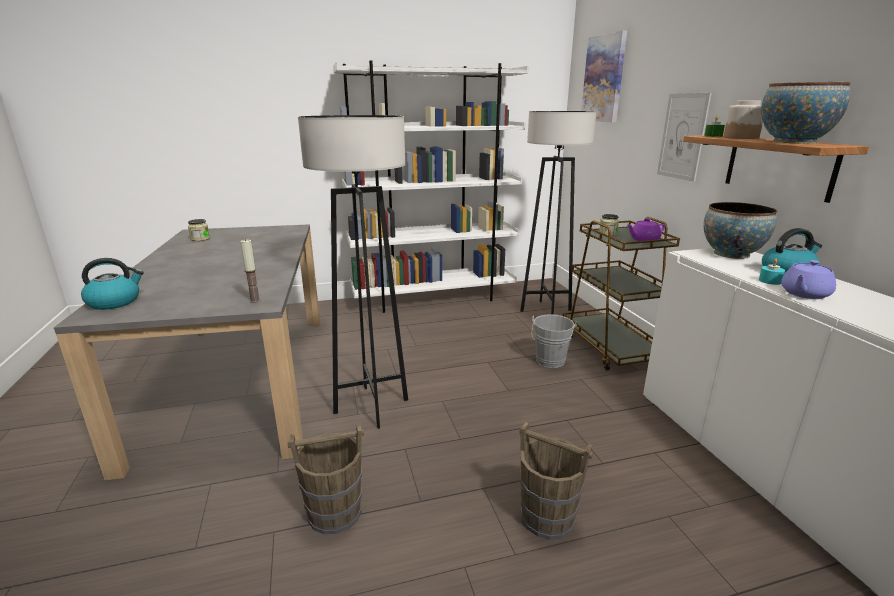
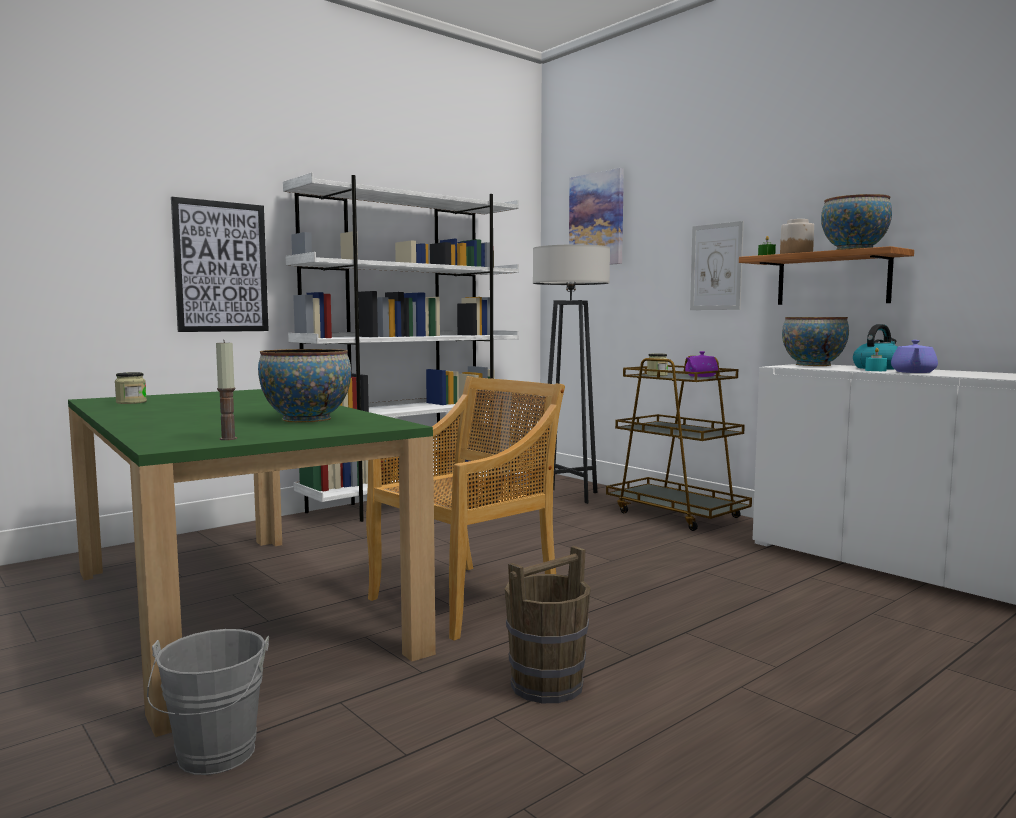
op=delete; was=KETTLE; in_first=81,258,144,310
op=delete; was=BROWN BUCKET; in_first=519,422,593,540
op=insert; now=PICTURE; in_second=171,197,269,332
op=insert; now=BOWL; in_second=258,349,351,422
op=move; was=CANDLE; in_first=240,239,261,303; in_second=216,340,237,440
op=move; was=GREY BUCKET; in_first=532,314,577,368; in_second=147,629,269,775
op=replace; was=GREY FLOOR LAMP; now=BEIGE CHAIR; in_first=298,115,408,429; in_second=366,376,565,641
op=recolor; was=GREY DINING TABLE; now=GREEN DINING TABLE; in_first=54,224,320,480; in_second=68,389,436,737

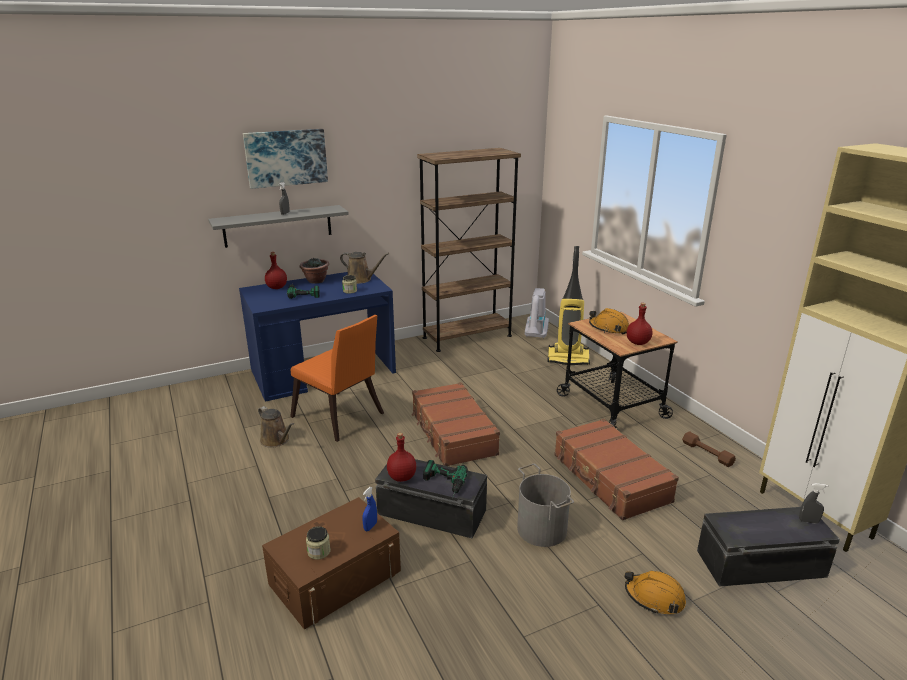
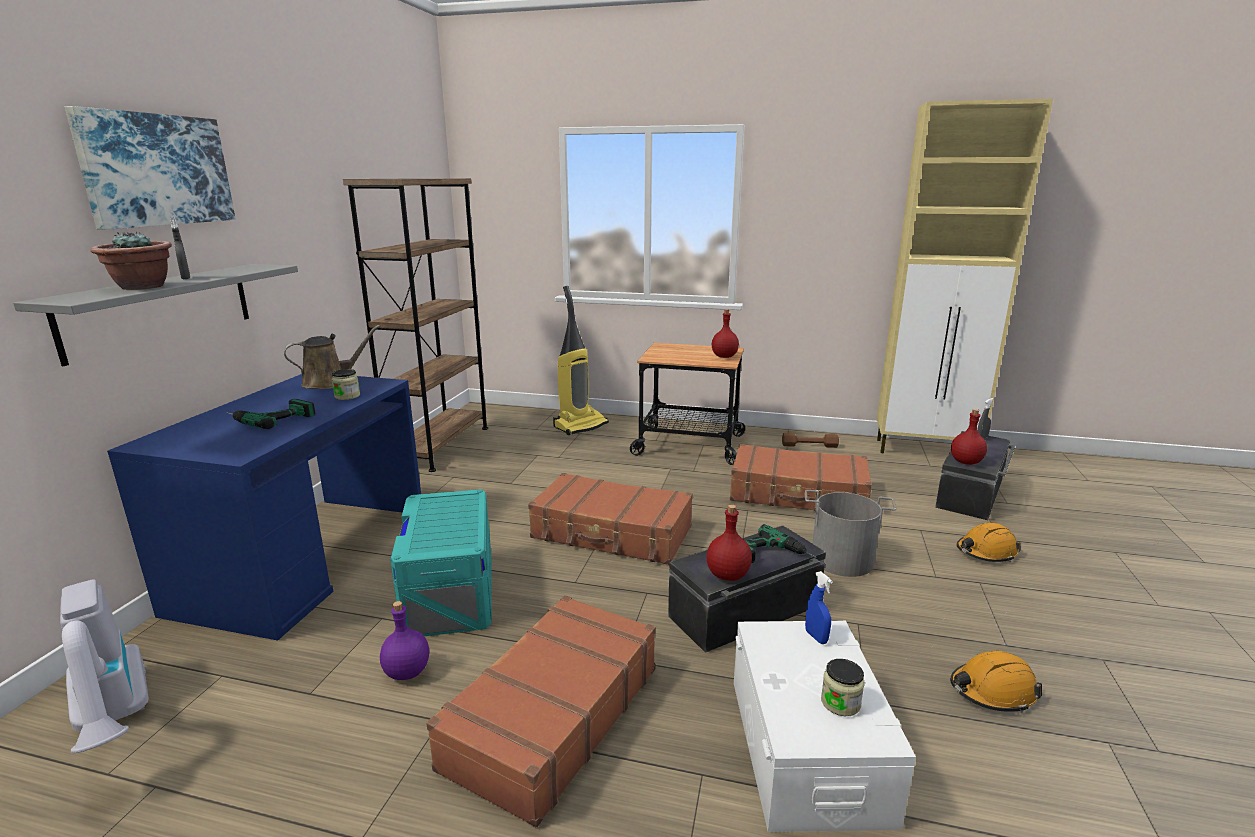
op=insert; now=BROWN SUITCASE; in_second=426,595,656,827
op=move; was=RED BOTTLE; in_first=265,252,287,289; in_second=951,409,987,465
op=move; was=POTTED PLANT; in_first=299,258,329,284; in_second=90,232,172,290
op=move; was=VACUUM CLEANER; in_first=525,288,549,338; in_second=60,579,149,753
op=move; was=ORANGE HARD HAT; in_first=589,308,629,334; in_second=950,651,1042,713
op=replace; was=BROWN WATERING CAN; now=PURPLE BOTTLE; in_first=258,406,294,448; in_second=380,601,429,680
op=replace; was=ORANGE CHAIR; now=TURQUOISE STORAGE BOX; in_first=290,315,384,442; in_second=391,489,492,636
op=recolor; was=BROWN STORAGE BOX; now=WHITE STORAGE BOX; in_first=262,497,401,630; in_second=734,621,916,832

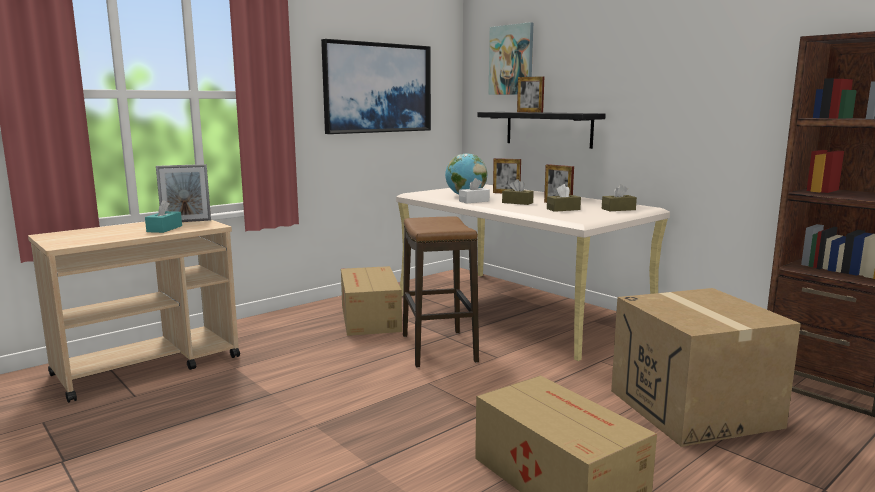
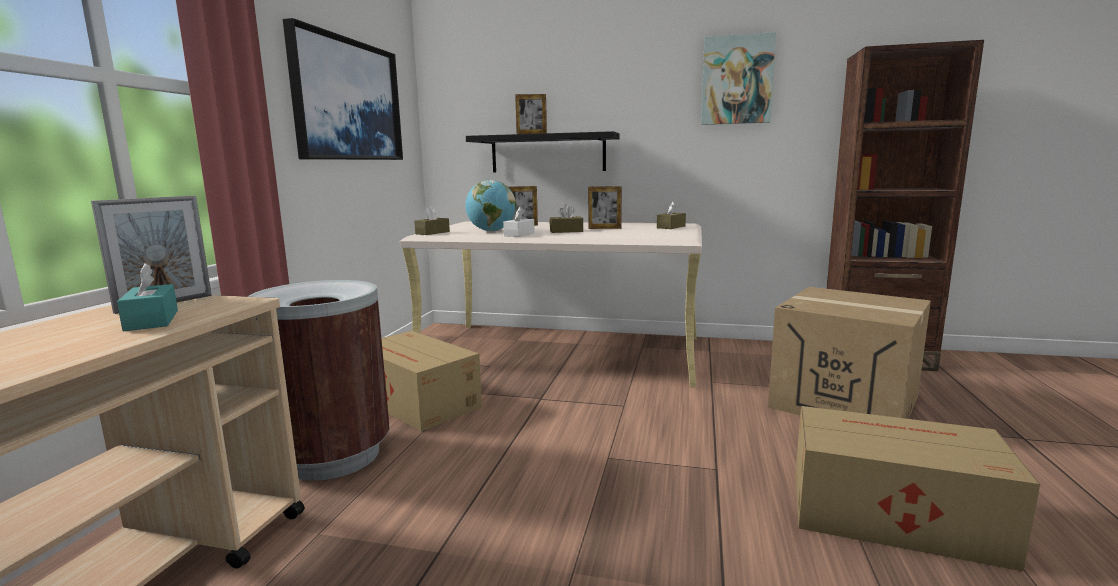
op=delete; was=STOOL; in_first=403,217,479,367
op=insert; now=BROWN TRASH CAN; in_second=247,280,390,481
op=move; was=PICTURE; in_first=489,22,533,95; in_second=701,32,776,125
op=move; was=BROWN TISSUE BOX; in_first=547,184,581,212; in_second=414,206,450,235

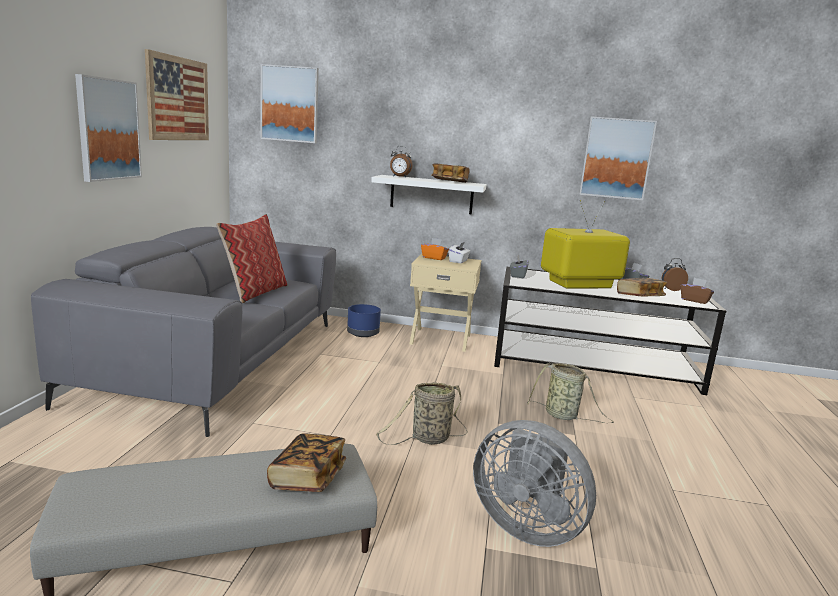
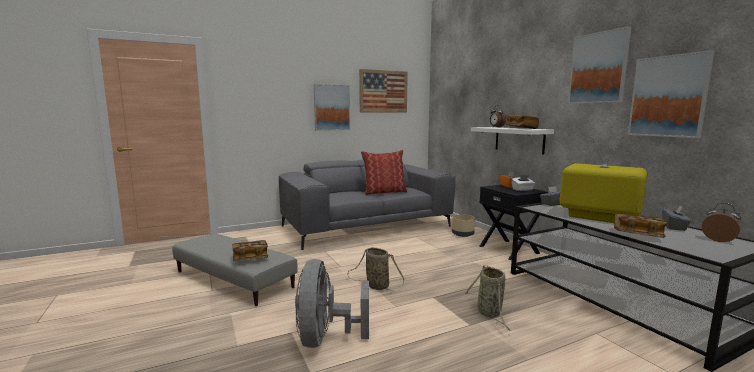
op=delete; was=BROWN TISSUE BOX; in_first=681,278,714,304
op=move; was=PICTURE; in_first=261,64,319,143; in_second=568,26,631,104
op=recolor; was=BLUE PLANTER; now=BEIGE PLANTER; in_first=347,304,381,337; in_second=452,214,475,237
op=recolor; was=BEIGE NIGHTSTAND; now=BLACK NIGHTSTAND; in_first=409,254,481,352; in_second=479,185,548,260

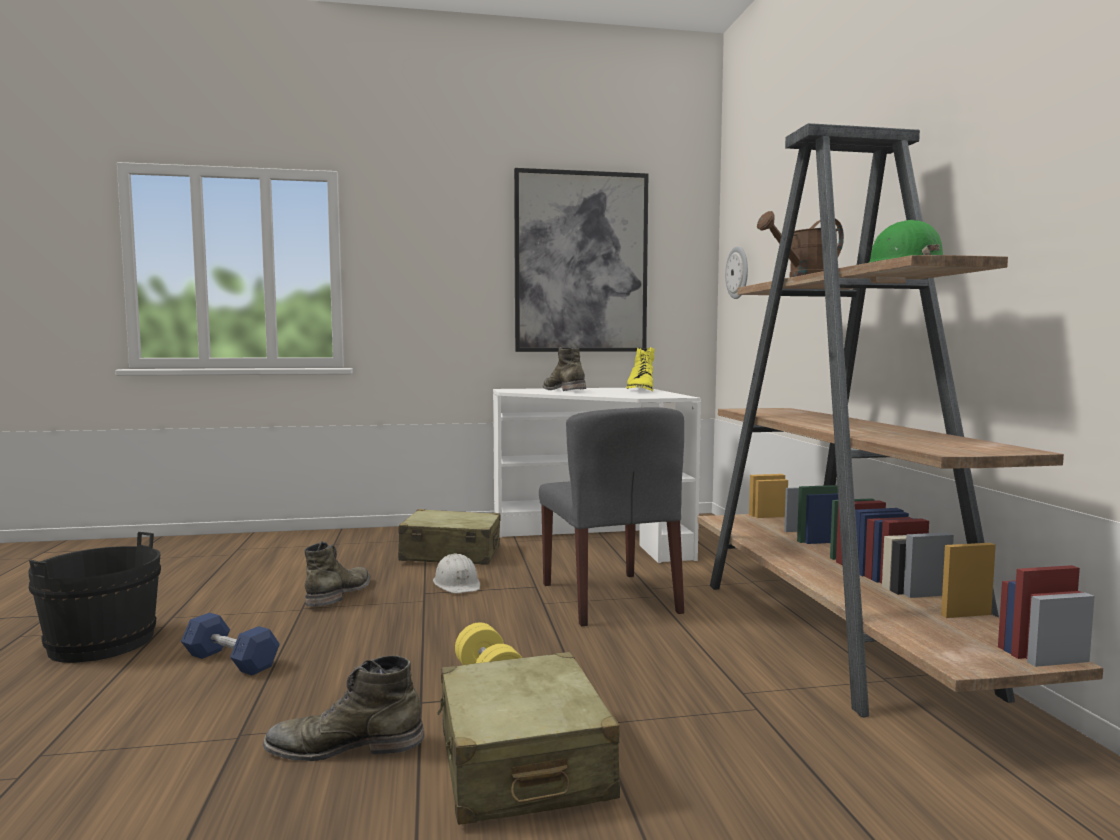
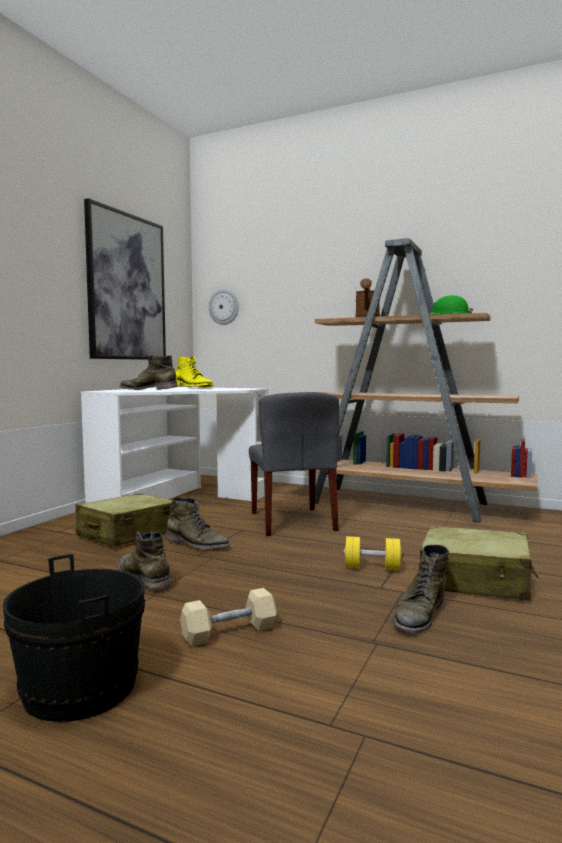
op=replace; was=WHITE HARD HAT; now=GREEN BOOT; in_first=433,553,480,593; in_second=166,497,230,549
op=recolor; was=BLUE DUMBBELL; now=BEIGE DUMBBELL; in_first=181,613,280,675; in_second=180,588,277,646
op=rotate; was=GREY CHAIR; in_first=539,407,684,627; in_second=249,392,339,536; clockwise=60

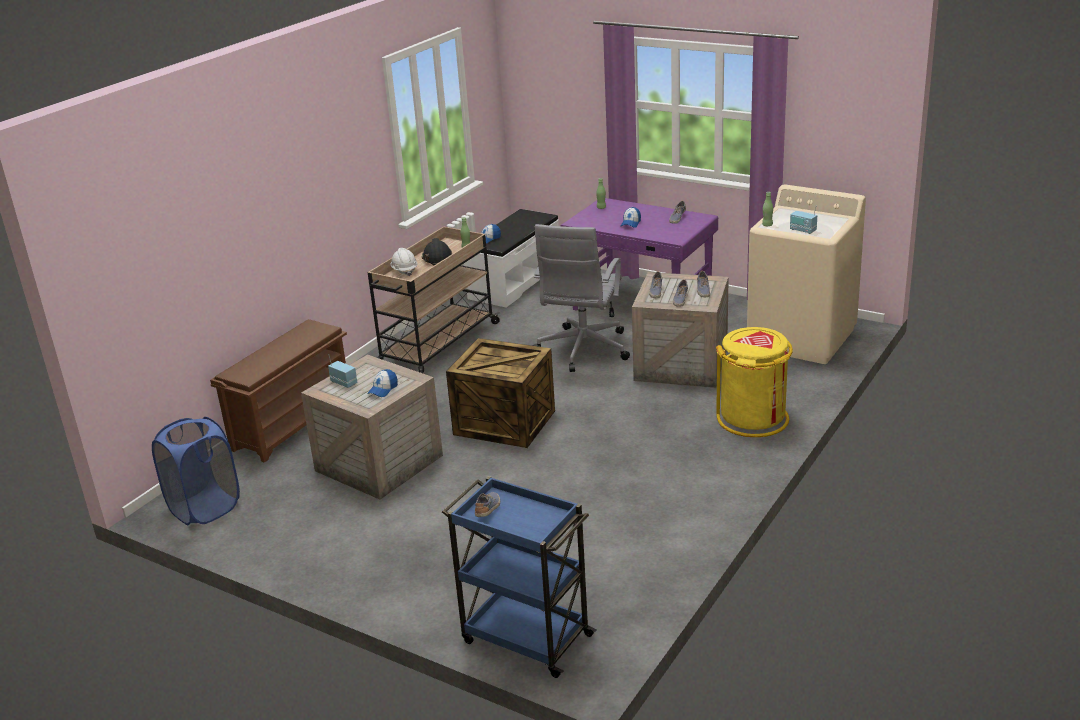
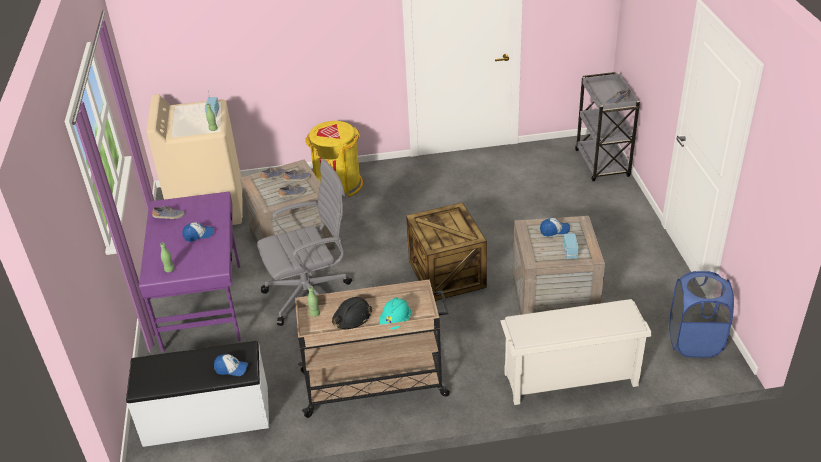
op=recolor; was=BROWN SHOE RACK; now=WHITE SHOE RACK; in_first=210,319,347,462; in_second=500,299,651,405
op=recolor; was=WHITE HARD HAT; now=TURQUOISE HARD HAT; in_first=390,248,417,276; in_second=379,298,411,329
op=recolor; was=BLUE CART; now=GREY CART; in_first=442,476,597,678; in_second=575,72,640,181

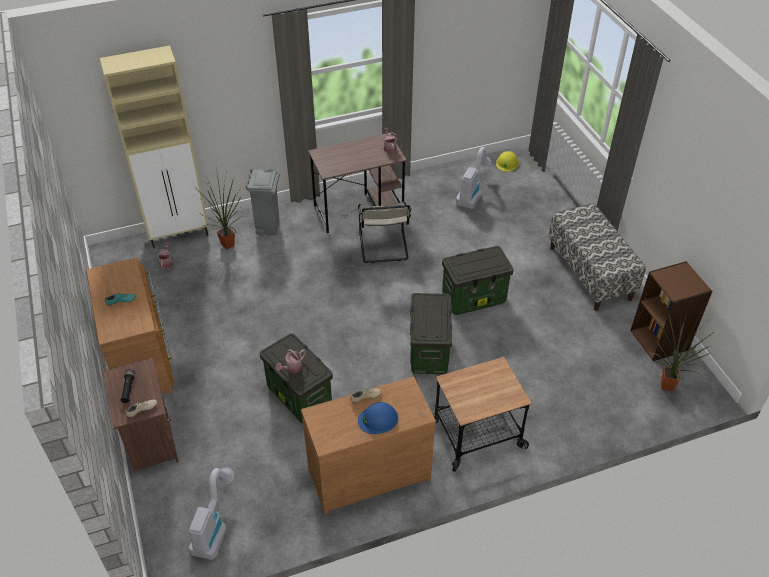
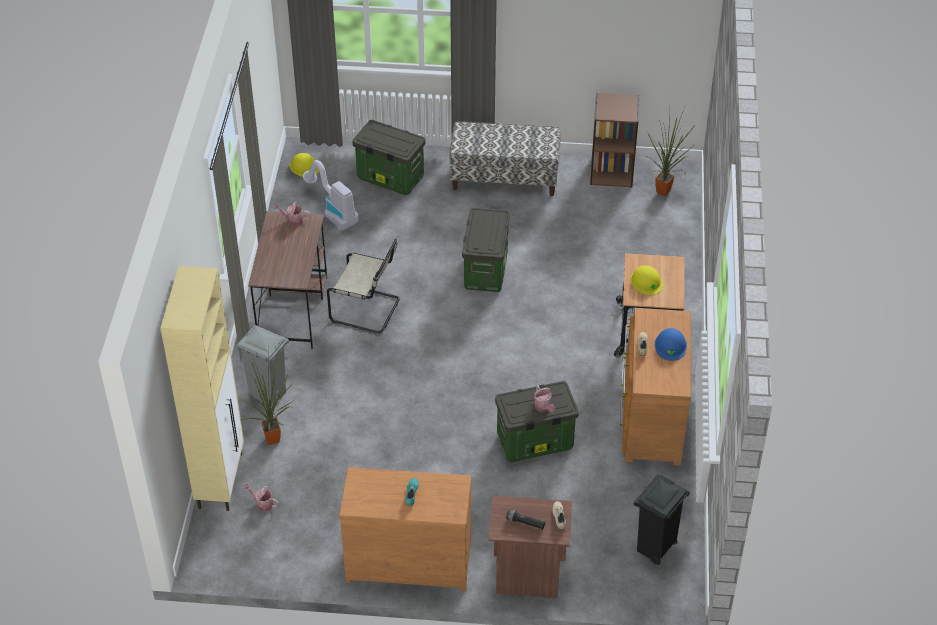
op=insert; now=YELLOW HARD HAT; in_second=630,265,663,295
op=move; was=STORAGE BOX; in_first=410,293,452,374; in_second=352,120,425,195
op=replace; was=VACUUM CLEANER; now=BLACK TRASH CAN; in_first=189,467,234,560; in_second=634,475,690,565

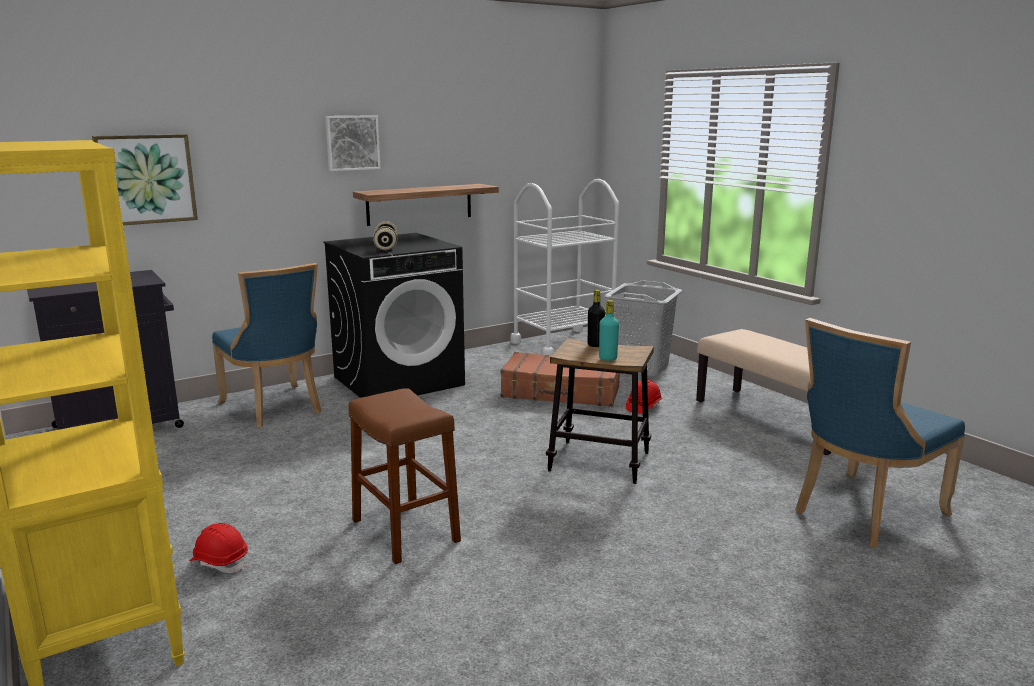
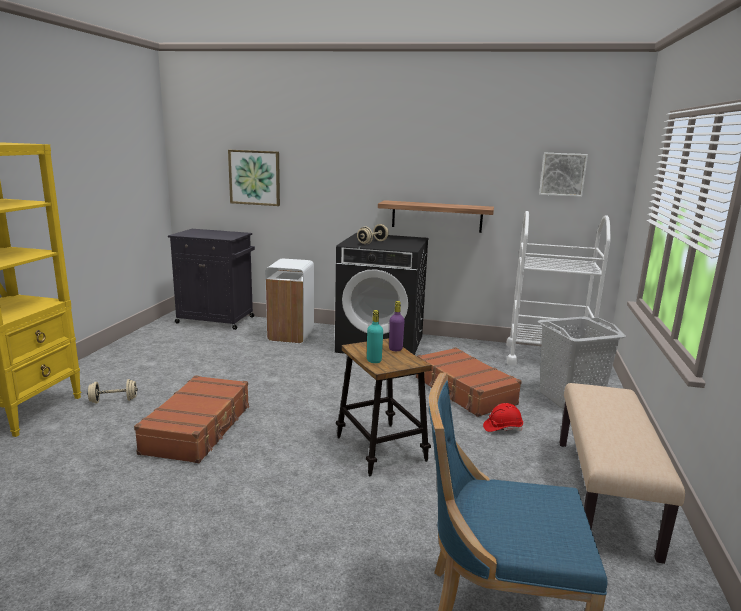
op=move; was=PICTURE; in_first=325,115,380,171; in_second=539,153,588,197
op=replace; was=RED HARD HAT; now=BEIGE DUMBBELL; in_first=189,523,248,573; in_second=87,379,138,404
op=replace; was=BLUE CHAIR; now=WHITE TRASH CAN; in_first=212,263,322,427; in_second=265,259,314,344
op=replace; was=BROWN STOOL; now=BROWN SUITCASE; in_first=348,388,461,564; in_second=134,375,250,463
op=recolor; was=BLACK BOTTLE; now=PURPLE BOTTLE; in_first=588,290,605,347; in_second=389,301,405,351

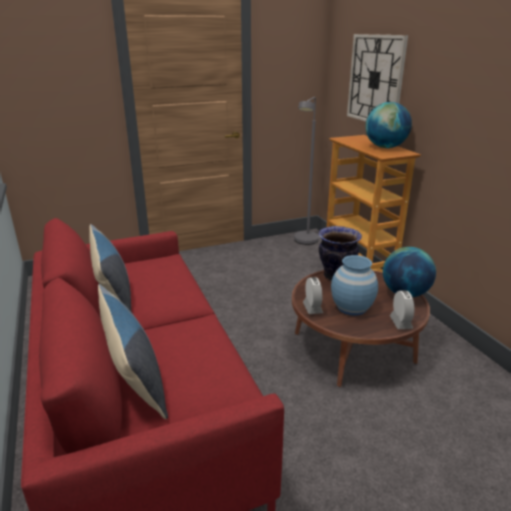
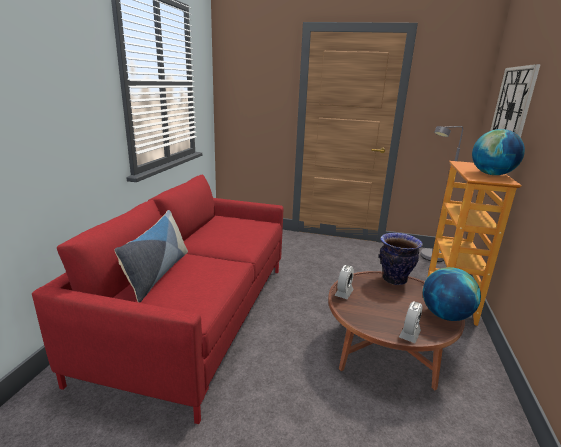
op=delete; was=PILLOW; in_first=89,224,132,312
op=delete; was=BLUE VASE; in_first=331,255,378,316

